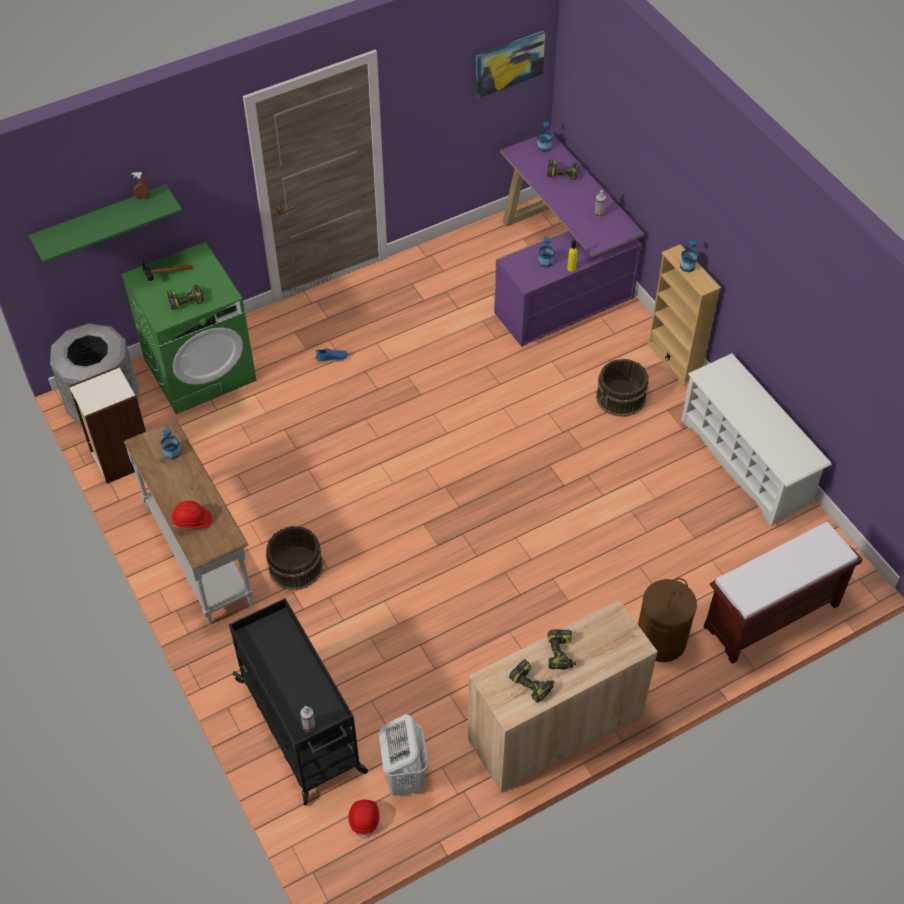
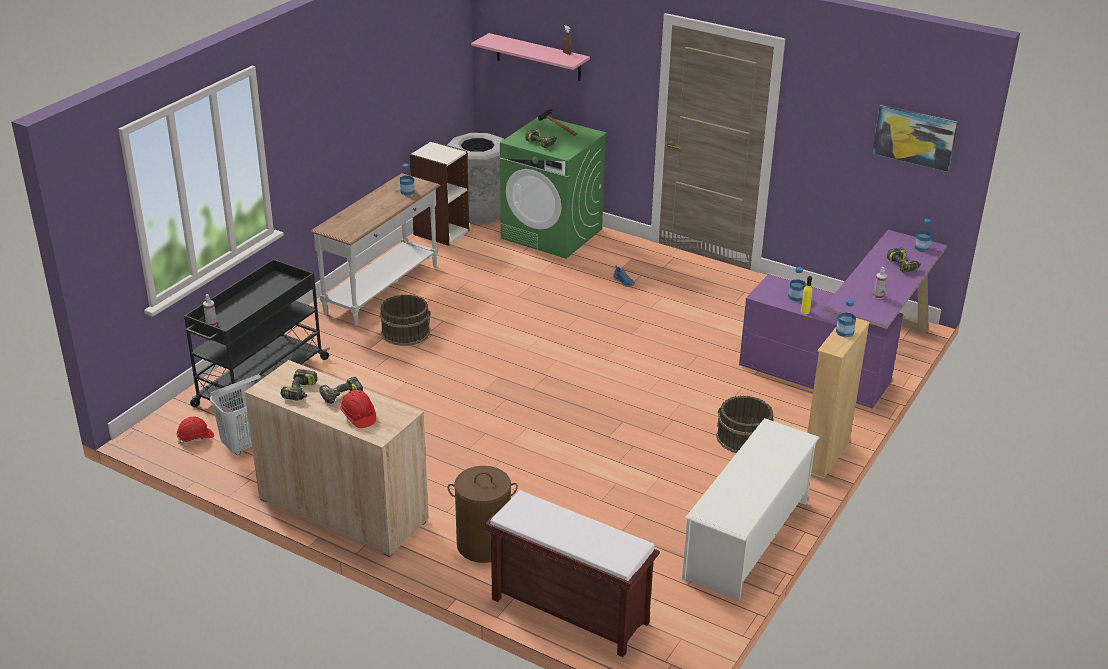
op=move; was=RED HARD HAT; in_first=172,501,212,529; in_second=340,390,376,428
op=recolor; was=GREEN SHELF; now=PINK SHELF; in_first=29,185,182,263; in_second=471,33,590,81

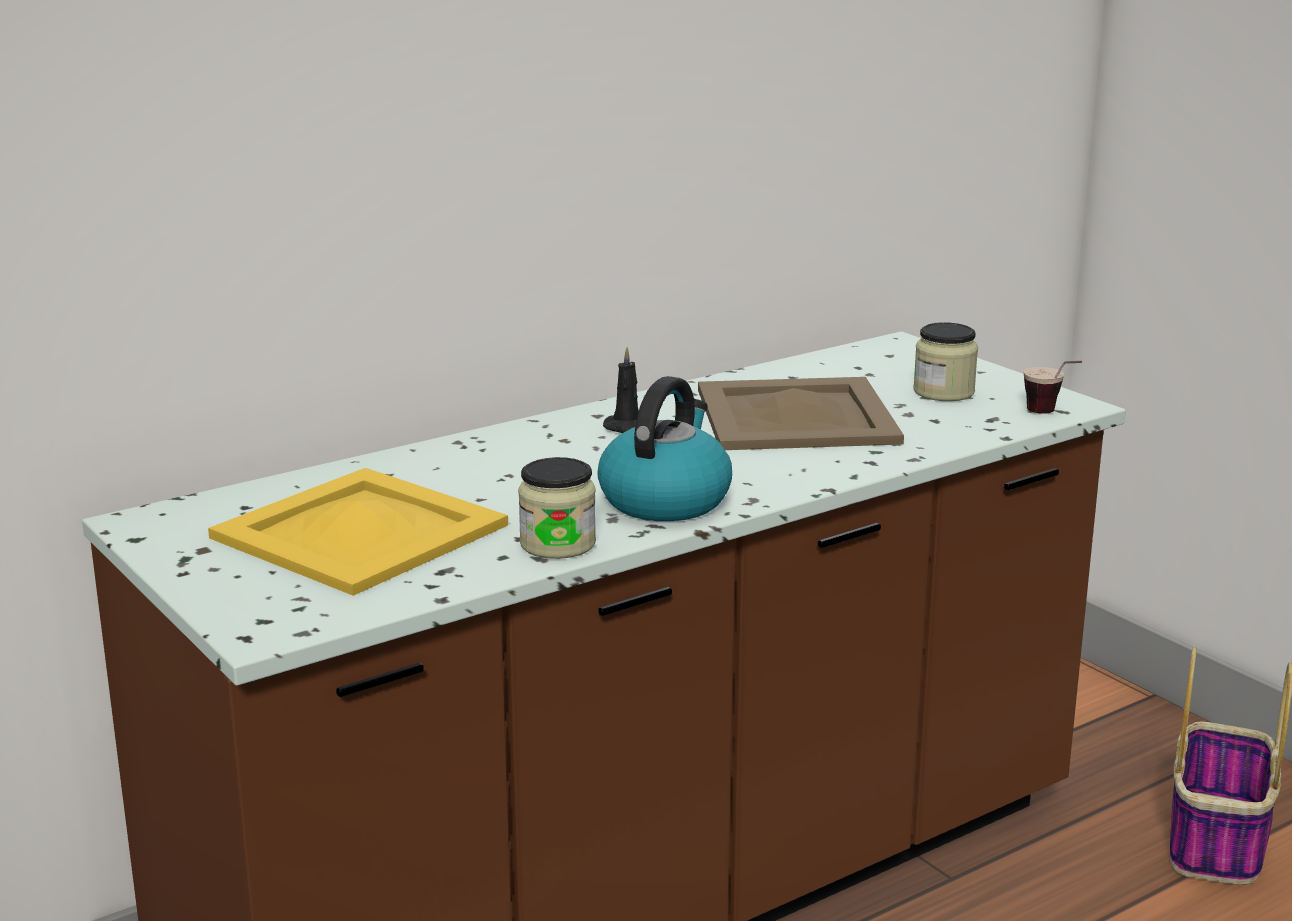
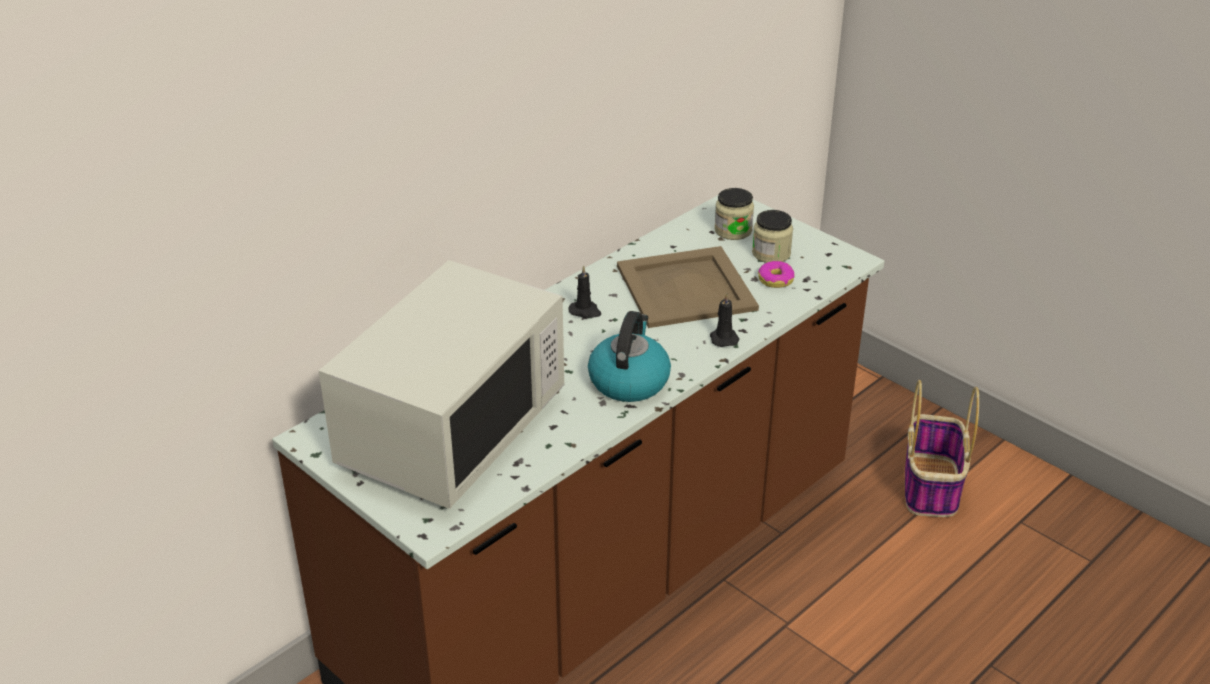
op=delete; was=CUP; in_first=1023,361,1082,414
op=insert; now=BLACK CANDLE; in_second=710,293,740,347
op=insert; now=DONUT; in_second=758,261,794,288
op=move; was=JAR; in_first=518,457,596,559; in_second=714,188,754,240
op=replace; was=YELLOW TRAY; now=WHITE MICROWAVE; in_first=208,468,508,596; in_second=319,260,564,509

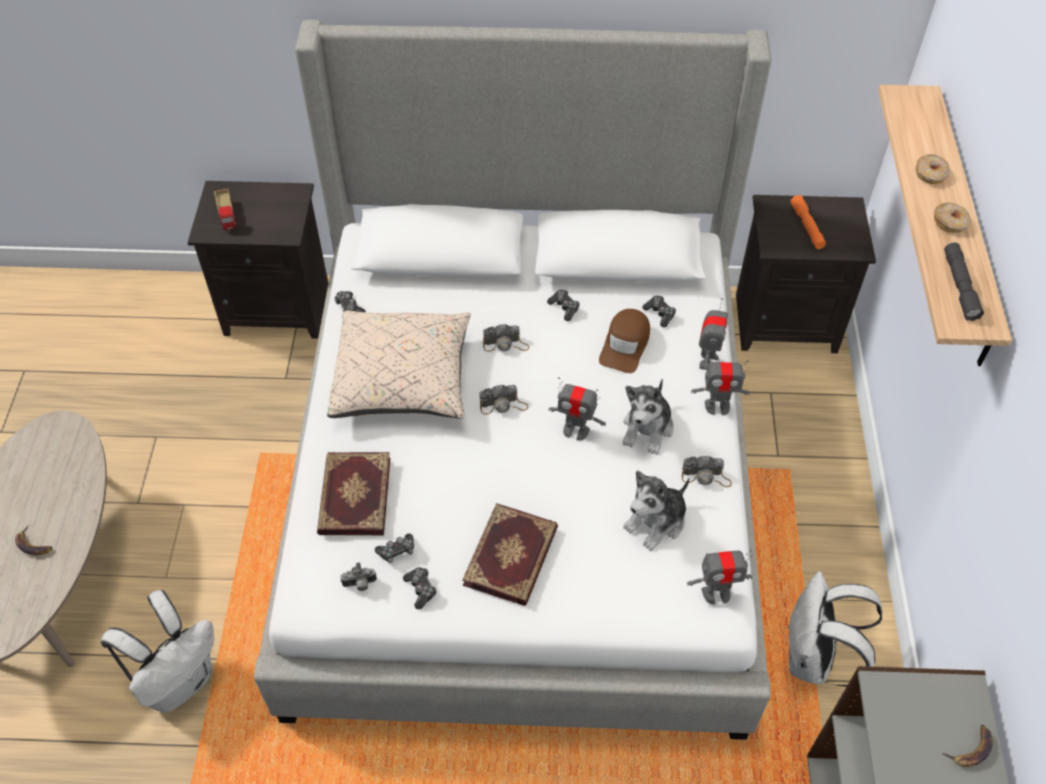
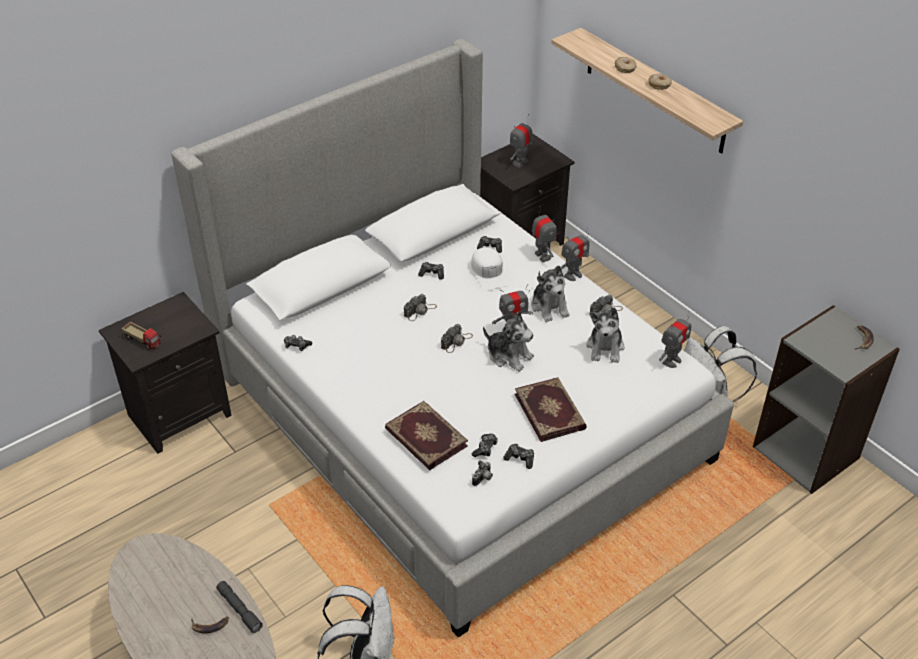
op=delete; was=BEIGE PILLOW; in_first=327,310,471,419
op=insert; now=PLUSH TOY; in_second=483,312,534,372
op=move; was=GREY FLASHLIGHT; in_first=944,243,984,321; in_second=216,581,263,633
op=replace; was=ORANGE FLASHLIGHT; now=TOY ROBOT; in_first=790,195,826,249; in_second=510,114,533,168
op=recolor; was=BROWN CAP; now=WHITE CAP; in_first=599,309,650,373; in_second=471,247,510,291

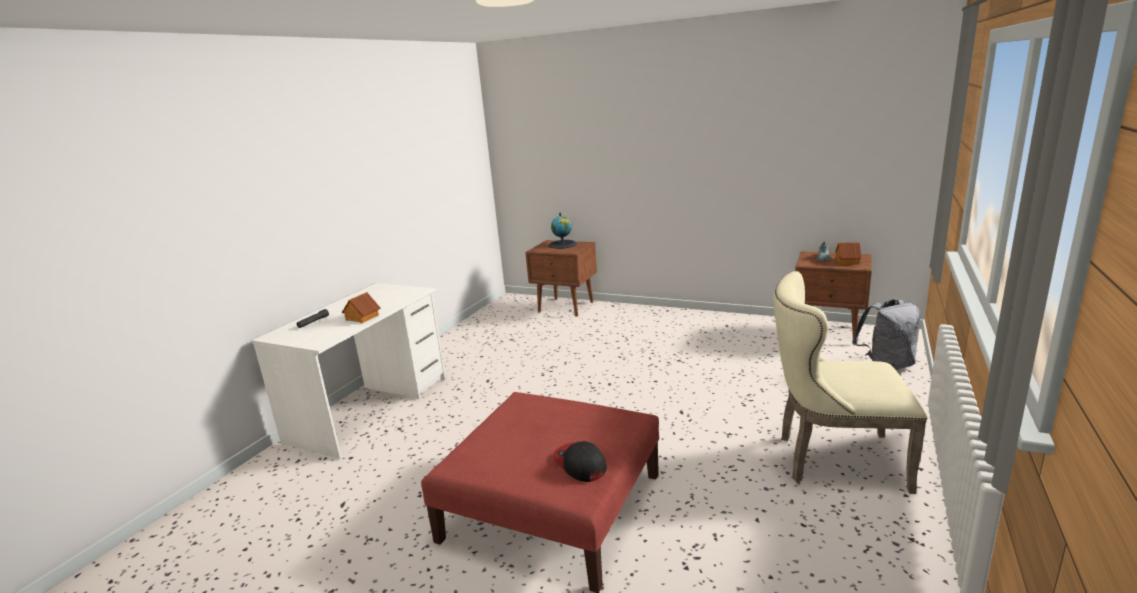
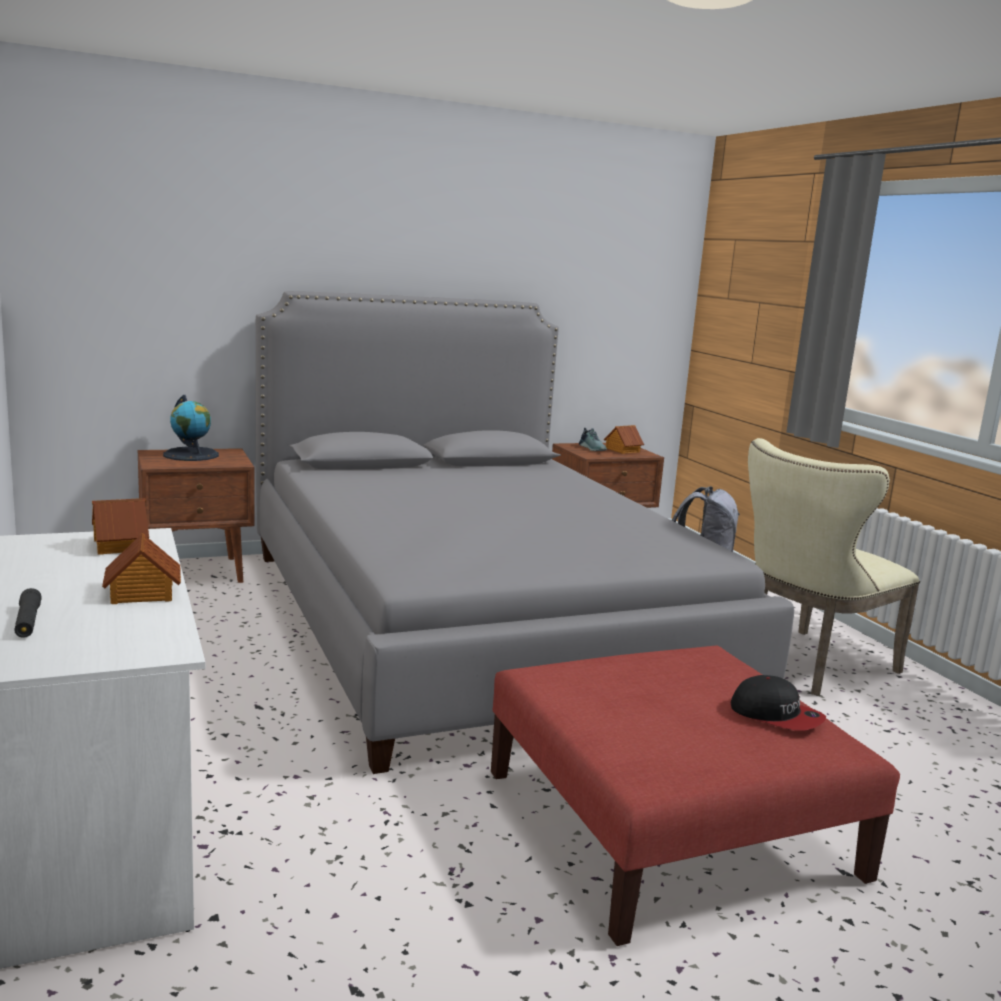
op=insert; now=TOY HOUSE; in_second=92,498,149,555
op=insert; now=GREY BED; in_second=256,291,794,774
op=rotate; was=CAP; in_first=553,441,607,482; in_second=731,675,826,730; clockwise=-150

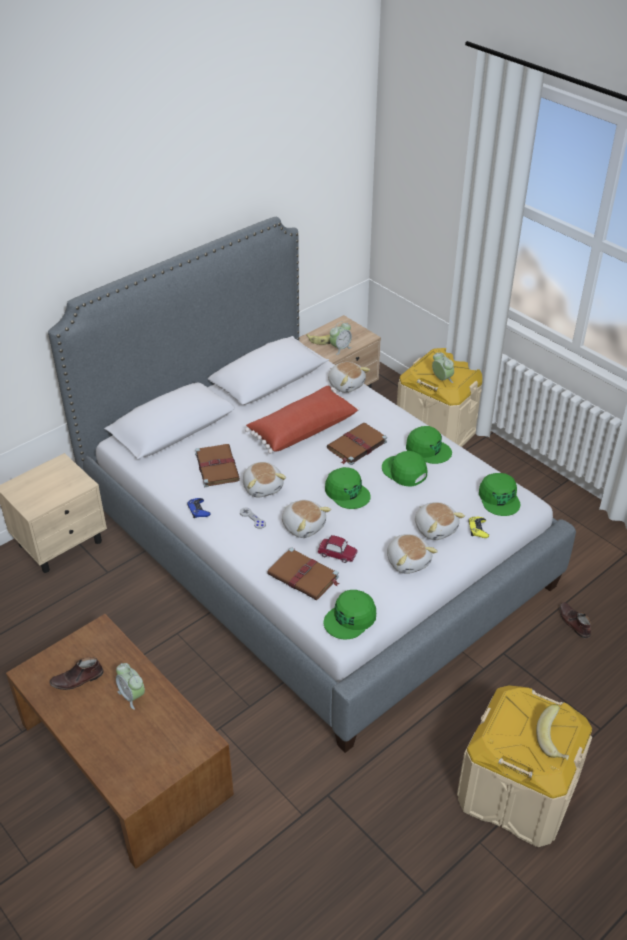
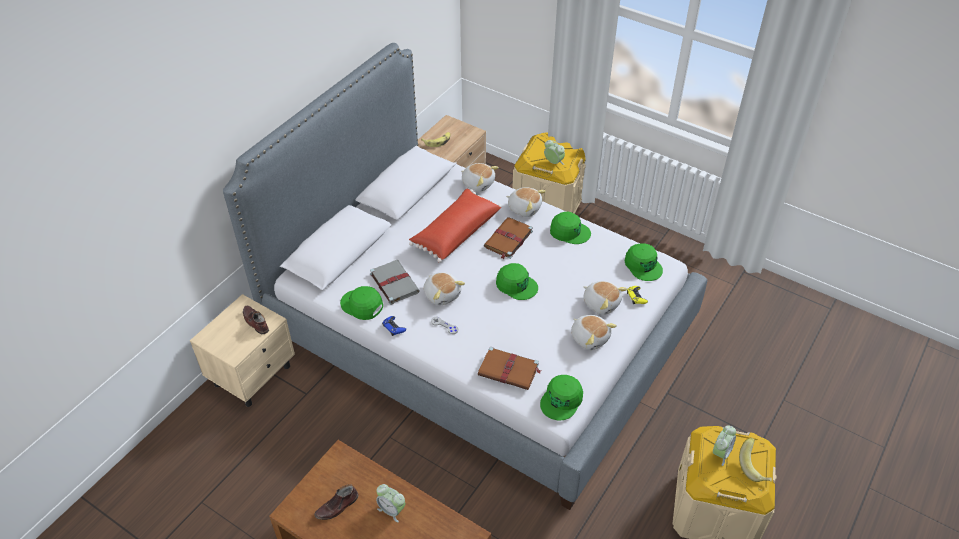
op=delete; was=TOY CAR; in_first=317,535,358,563
op=move; was=PLUSH TOY; in_first=282,500,331,538; in_second=506,187,546,217
op=move; was=ALARM CLOCK; in_first=330,322,352,355; in_second=713,425,736,466
op=move; was=GREEN CAP; in_first=382,451,427,487; in_second=340,286,383,320
op=move; was=BROWN SHOE; in_first=559,602,591,638; in_second=243,306,269,334
op=recolor; was=BROWN BOOK; now=GREY BOOK; in_first=195,444,240,487; in_second=370,260,420,305

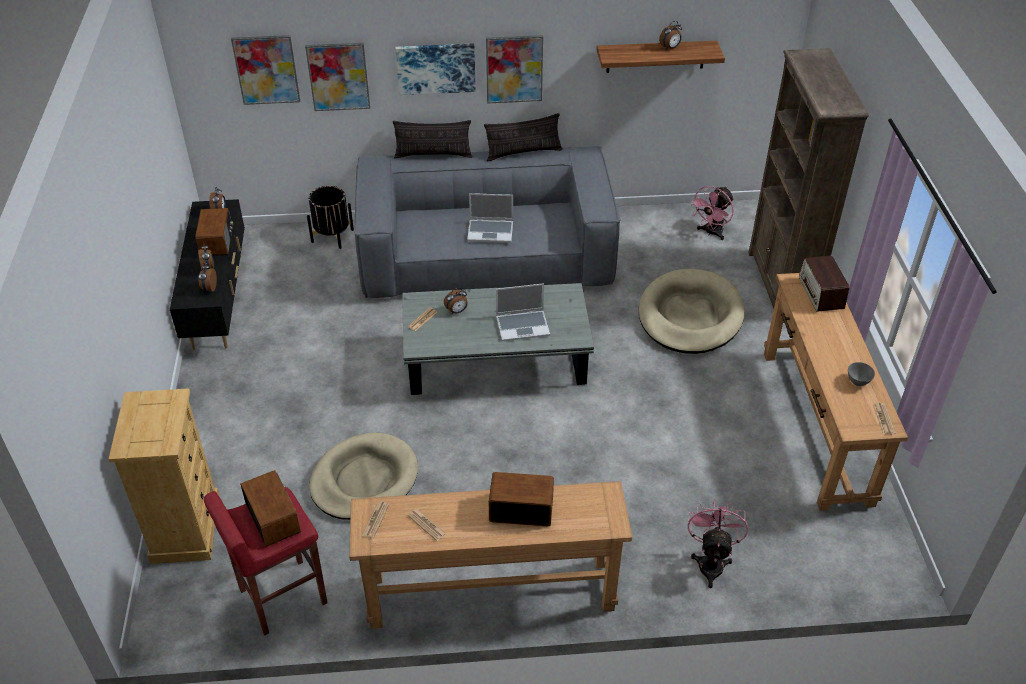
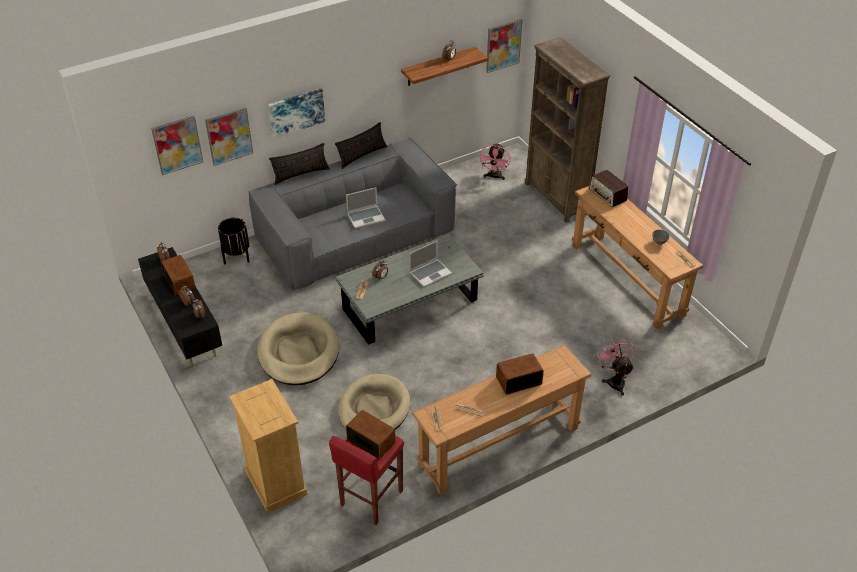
op=move; was=PICTURE; in_first=486,35,543,103; in_second=486,19,522,73
op=move; was=BEIGE DOG BED; in_first=639,269,745,354; in_second=257,312,339,385

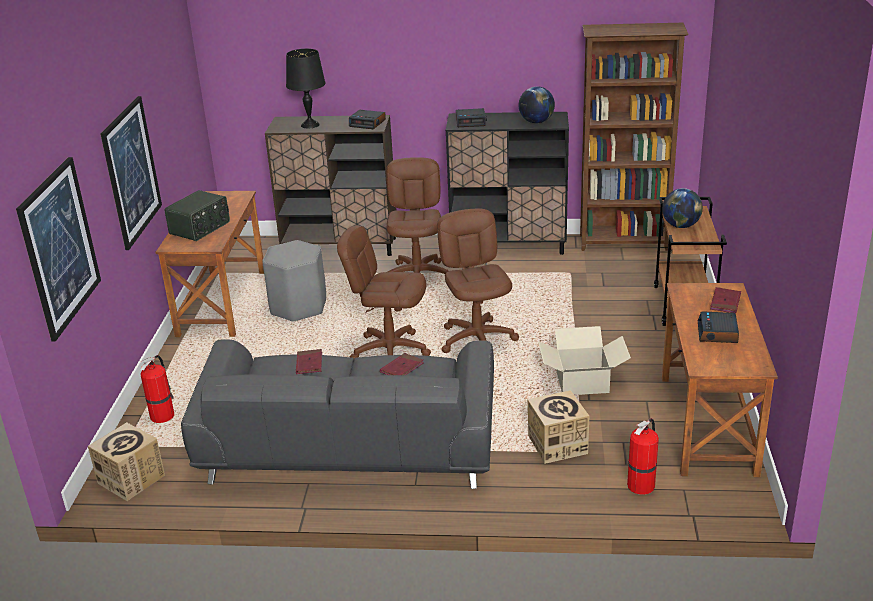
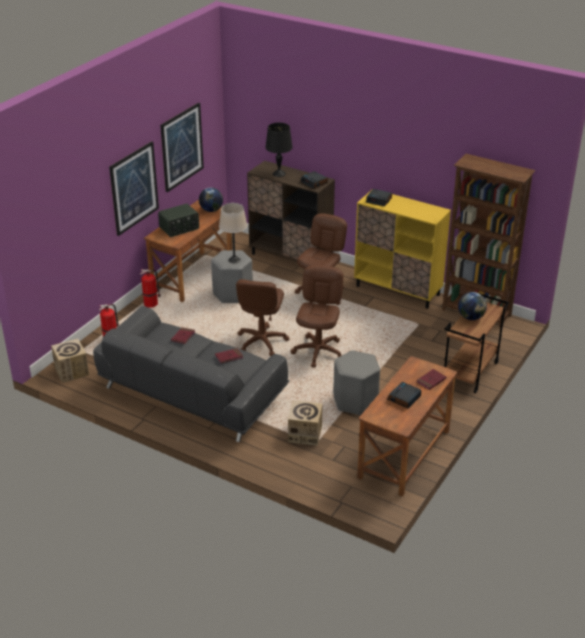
op=insert; now=BEIGE TABLE LAMP; in_second=219,203,247,263
op=move; was=PICTURE; in_first=16,157,101,341; in_second=160,103,204,192
op=move; was=GLOBE; in_first=519,86,555,123; in_second=199,188,223,212
op=move; was=FIRE EXTINGUISHER; in_first=627,418,659,495; in_second=140,269,161,308
op=replace; was=CARDBOARD BOX; now=GREY STOOL; in_first=538,326,631,395; in_second=333,350,380,416
op=recolor; was=BLACK CABINET; now=YELLOW CABINET; in_first=446,112,569,255; in_second=354,190,451,309
op=rotate; was=BROWN OFFICE CHAIR; in_first=337,226,431,359; in_second=236,279,289,356; clockwise=-120

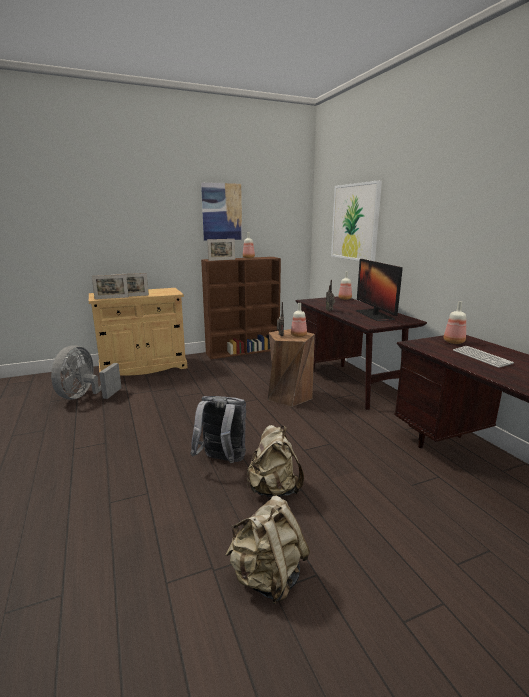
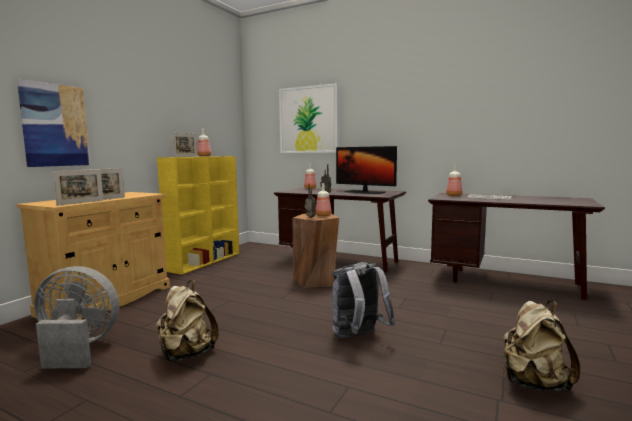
op=move; was=PICTURE; in_first=201,183,242,240; in_second=17,79,90,167
op=move; was=BEIGE BACKPACK; in_first=247,425,304,497; in_second=156,280,219,362
op=recolor; was=BROWN BOOKCASE; now=YELLOW BOOKCASE; in_first=201,257,281,359; in_second=157,156,239,275
op=rotate; was=GREY FAN; in_first=51,345,122,400; in_second=34,266,119,368; clockwise=120

